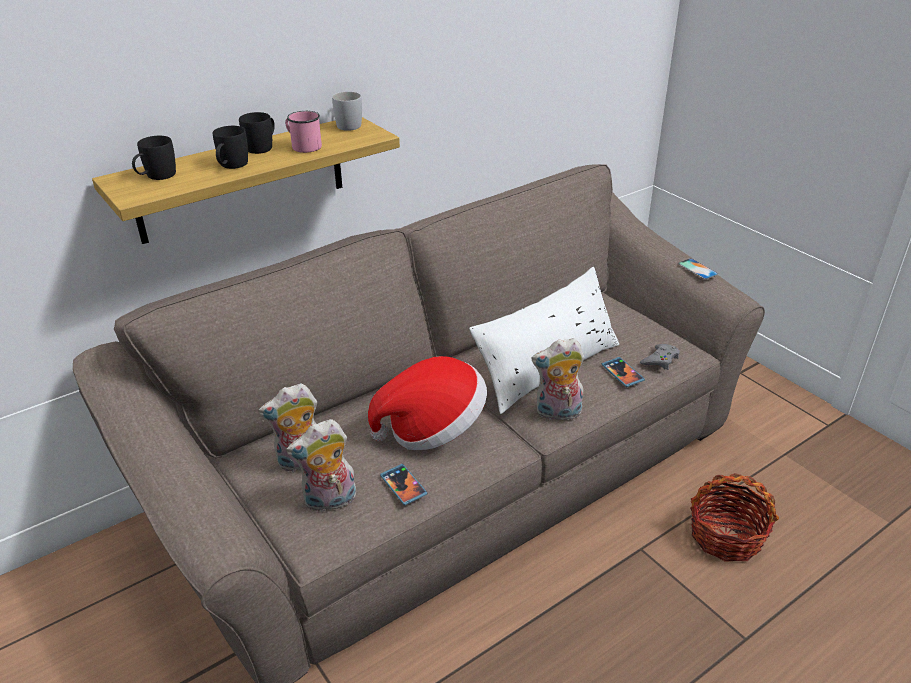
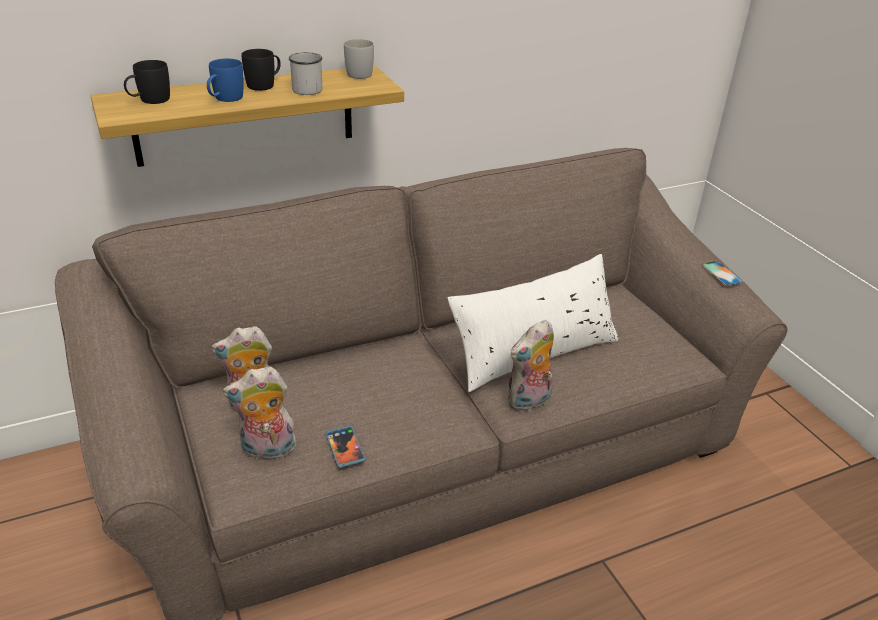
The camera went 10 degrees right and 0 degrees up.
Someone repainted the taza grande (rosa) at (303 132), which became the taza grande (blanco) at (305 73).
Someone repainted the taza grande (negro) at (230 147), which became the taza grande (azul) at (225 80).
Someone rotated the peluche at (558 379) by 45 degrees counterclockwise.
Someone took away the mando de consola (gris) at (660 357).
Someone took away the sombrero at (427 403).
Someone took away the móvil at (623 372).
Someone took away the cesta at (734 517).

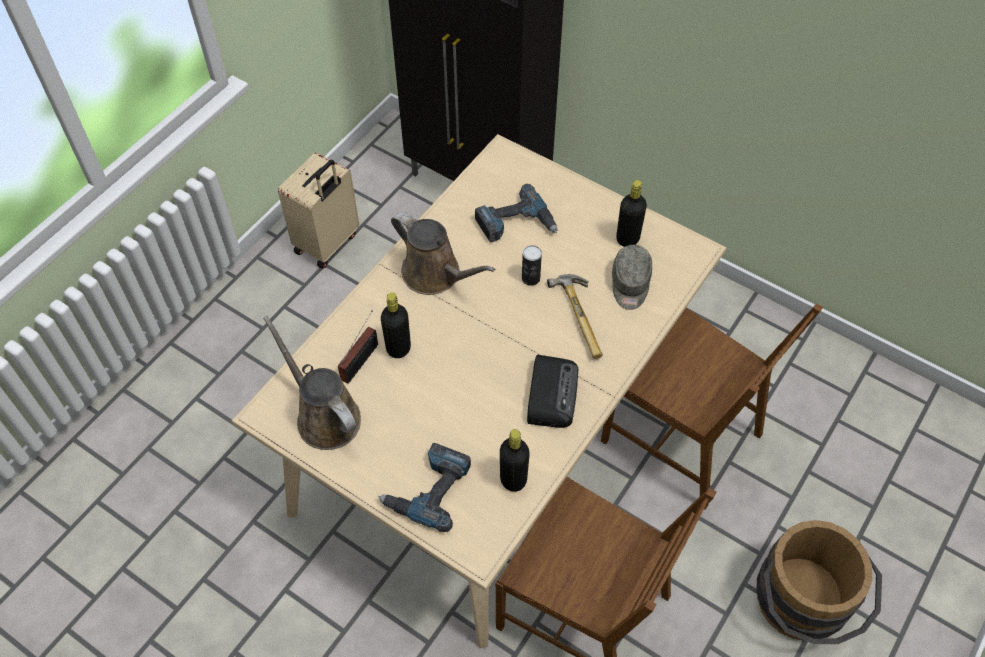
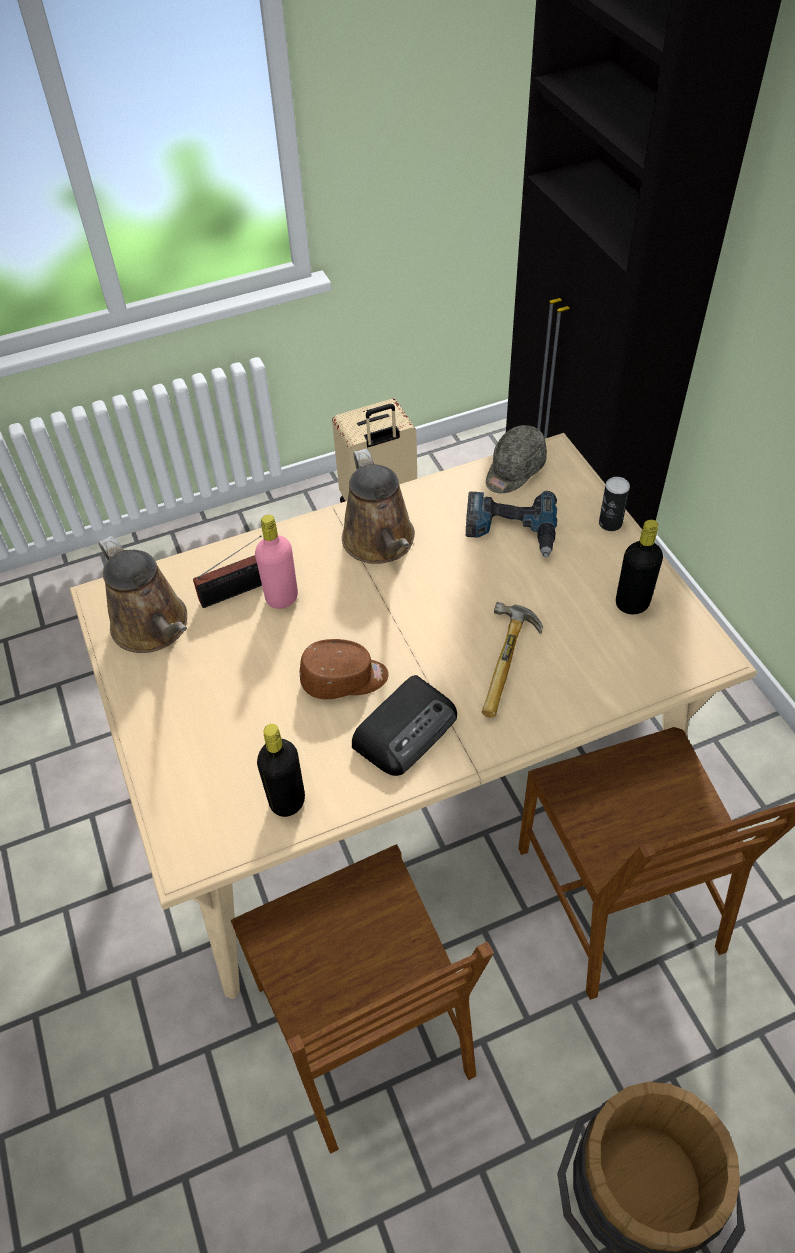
The camera went 35 degrees right and 5 degrees down.
Someone carried the lata from (532 265) to (614 504).
Someone carried the gorra (gris) from (632 277) to (516 459).
Someone repainted the botella (negro) at (396 325), which became the botella (rosa) at (276 562).
Someone rotated the regadera (marrón) at (312 383) by 150 degrees clockwise.
Someone took away the taladro at (424 487).
Someone put down the gorra (marrón) at (344 669).

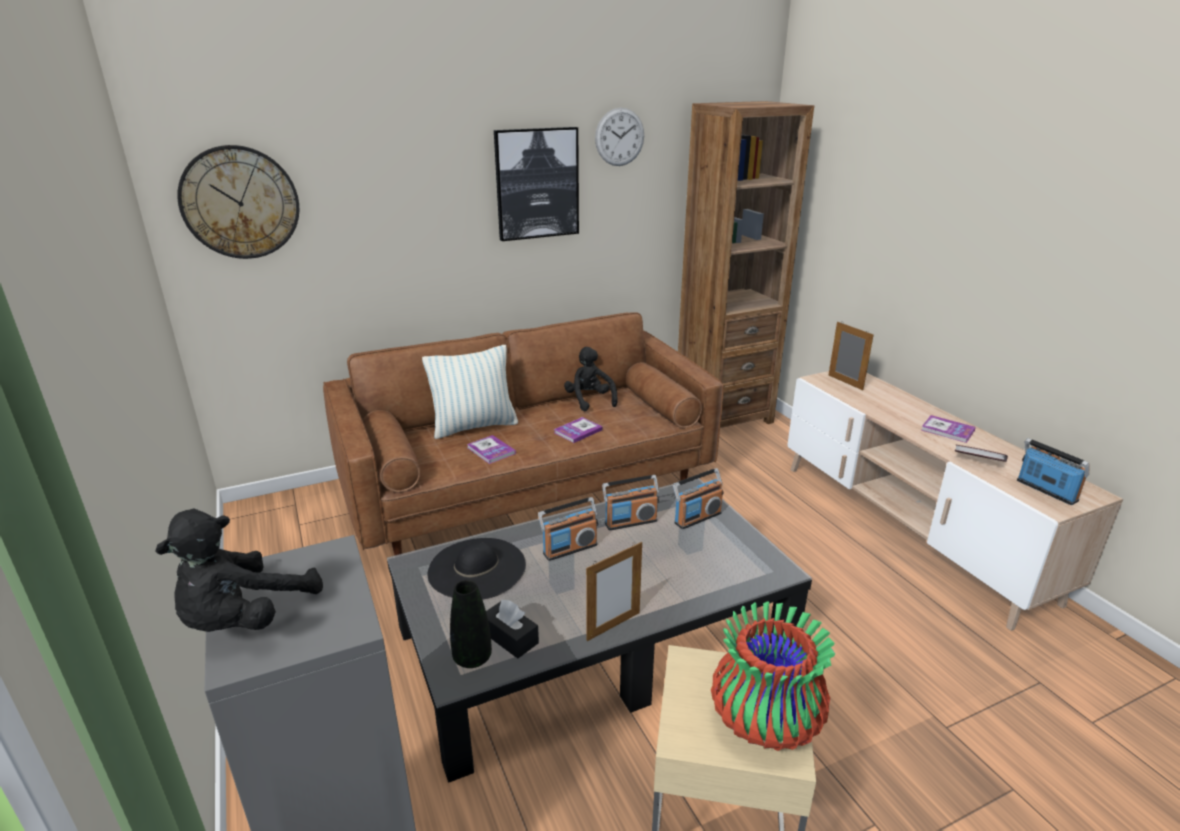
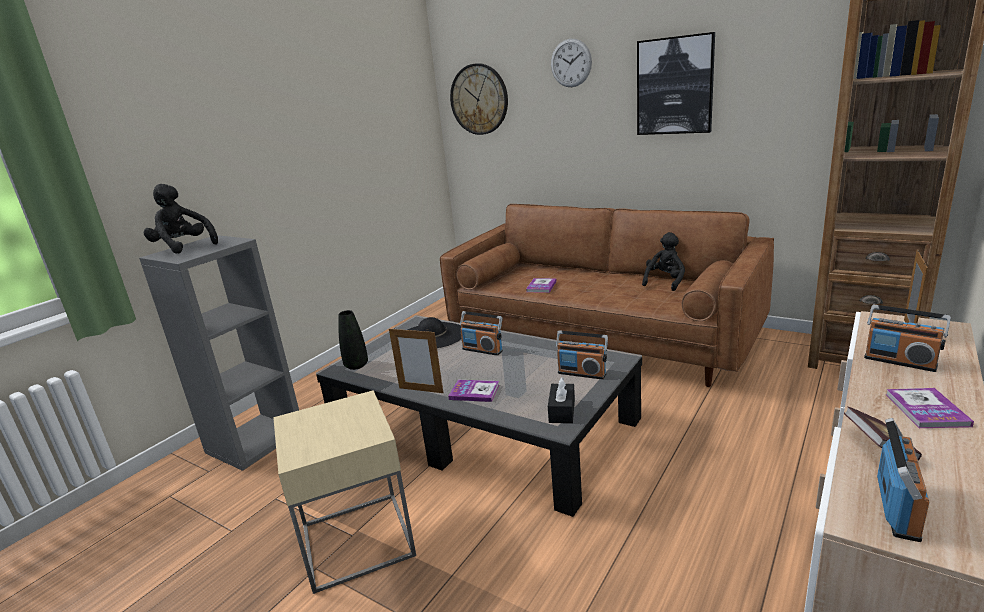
The camera went 60 degrees right and 5 degrees down.
Someone carried the reloj de pared from (619 136) to (571 63).
Someone took away the cojín at (470 392).
Someone carried the libro from (578 430) to (473 391).
Someone carried the radio from (630 503) to (907 338).
Someone rotated the peluche (negro) at (239 570) by 45 degrees clockwise.
Someone carried the caja de pañuelos (negro) from (512 629) to (561 400).
Someone took away the florero at (773 676).

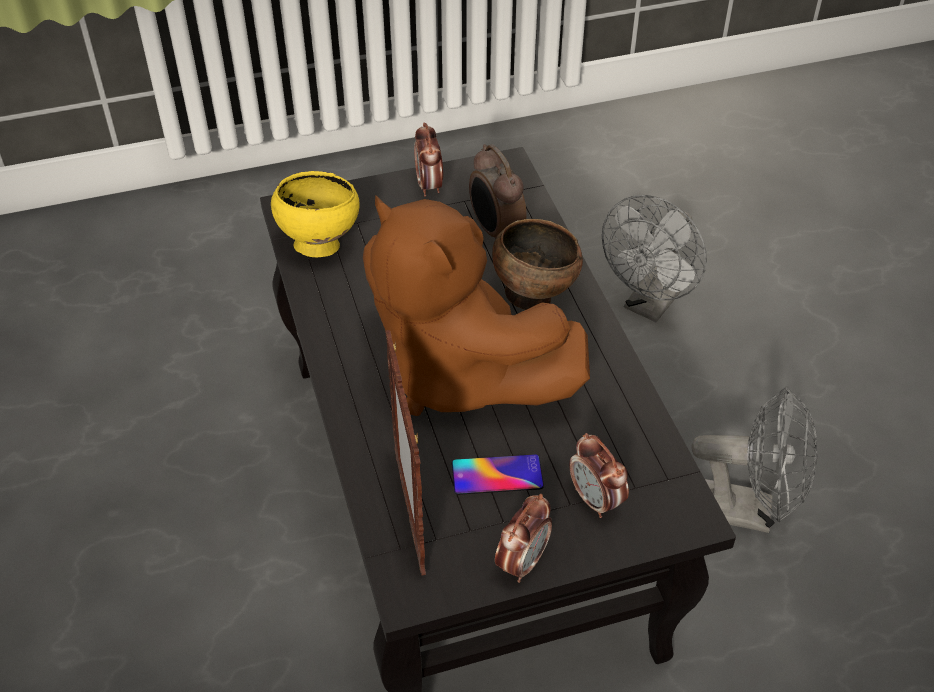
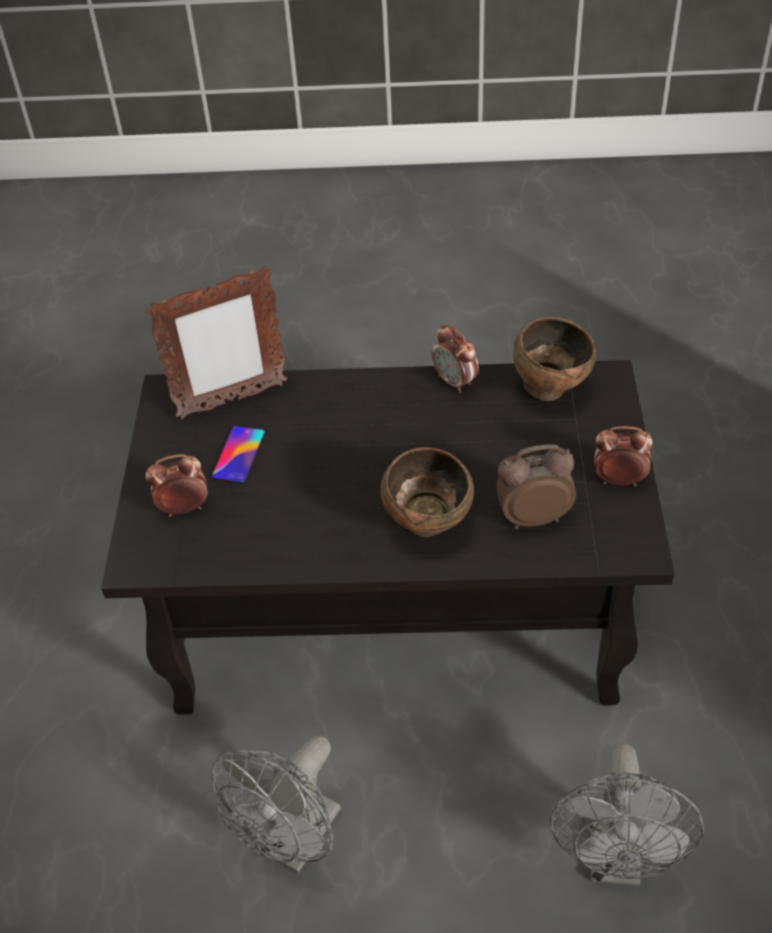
The camera went 110 degrees right and 0 degrees up.
Someone repainted the cuenco (amarillo) at (315 214), which became the cuenco (marrón) at (554 359).
Someone took away the peluche (marrón) at (476 305).
Someone rotated the ventilador (gris) at (654 258) by 135 degrees counterclockwise.
Someone rotated the portarretratos at (405 452) by 150 degrees clockwise.
Someone carried the despertador from (523 538) to (455 359).

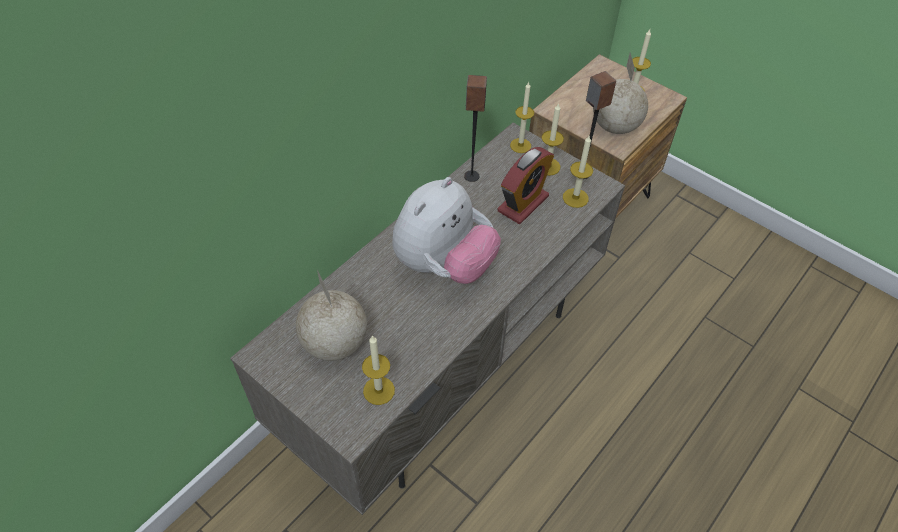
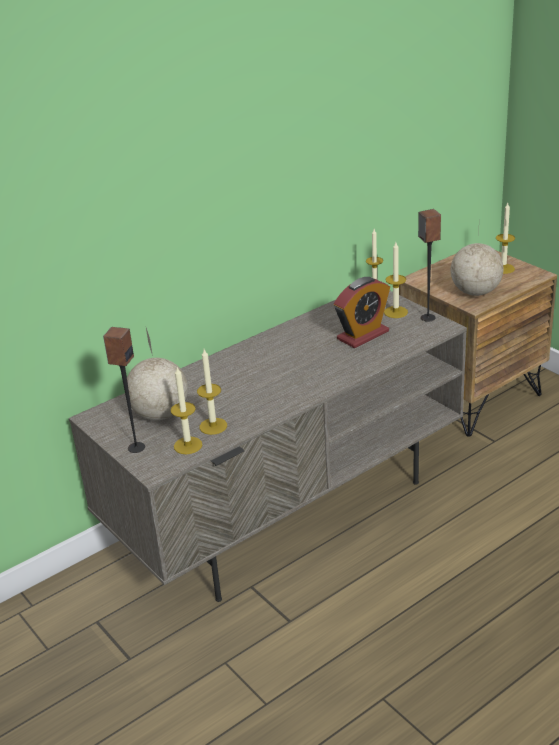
The camera went 15 degrees right and 20 degrees down.
Someone carried the altavoz from (475 128) to (124 390).
Someone carried the vela from (578 172) to (212 392).
Someone took away the peluche at (446 230).

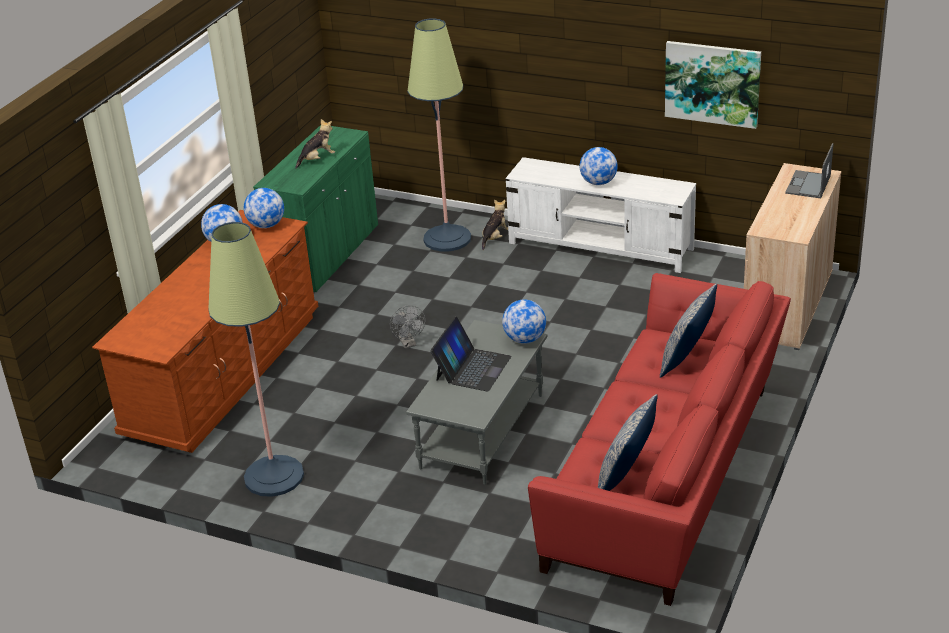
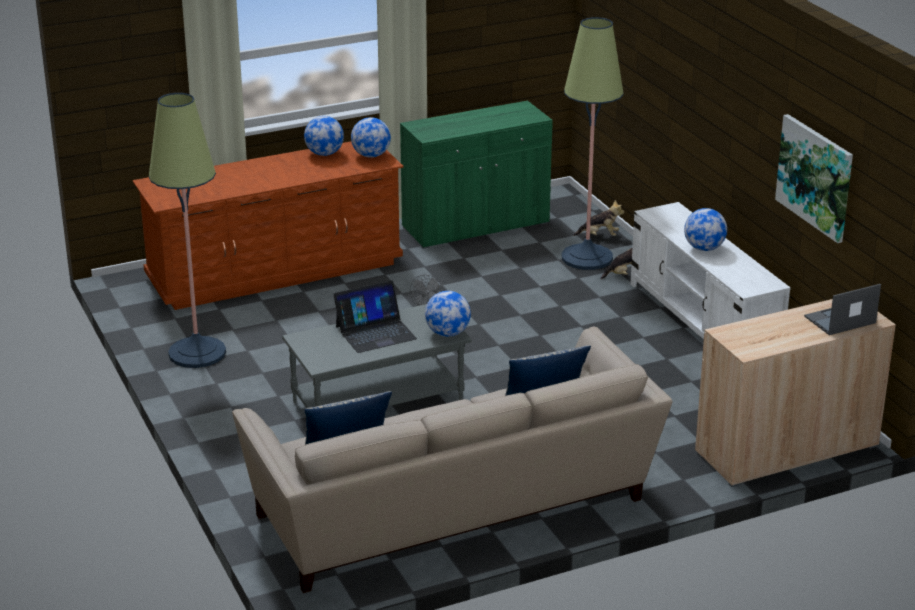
The camera went 40 degrees right and 5 degrees down.
Someone carried the peluche from (315 144) to (598 218).
Someone repainted the sofá (rojo) at (659 439), which became the sofá (beis) at (452 460).

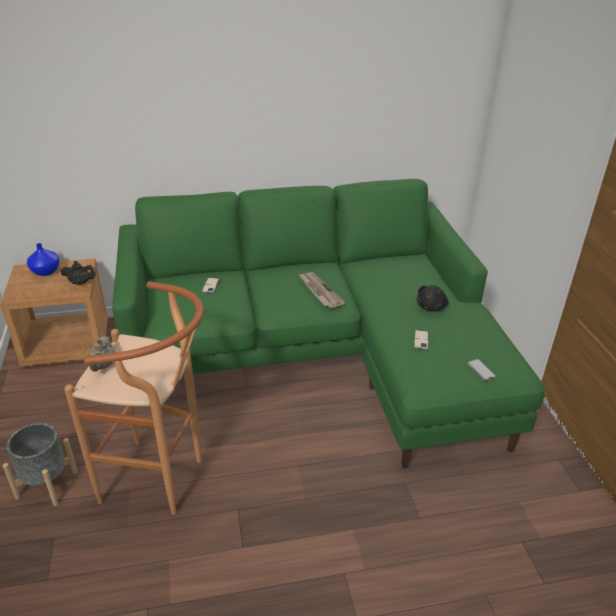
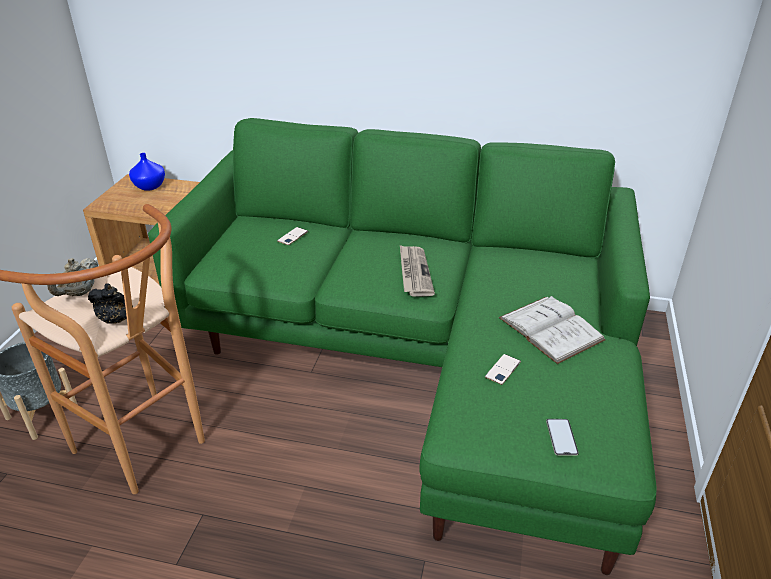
The camera went 25 degrees right and 0 degrees up.
Someone carried the tetera (negro) from (78 273) to (111 303).
Someone swapped the peluche (negro) at (432 298) for the libro (blanco) at (552 330).

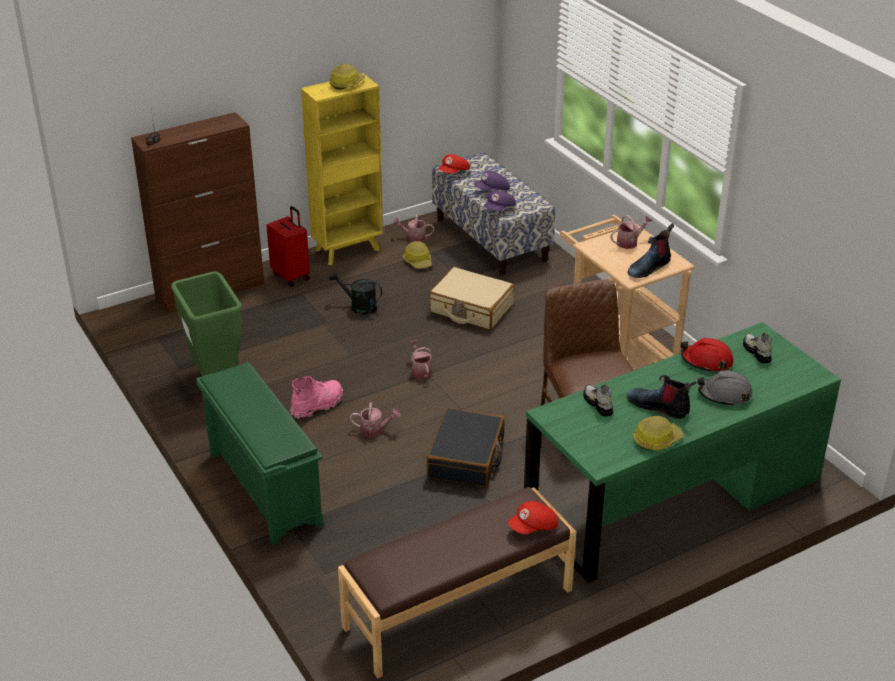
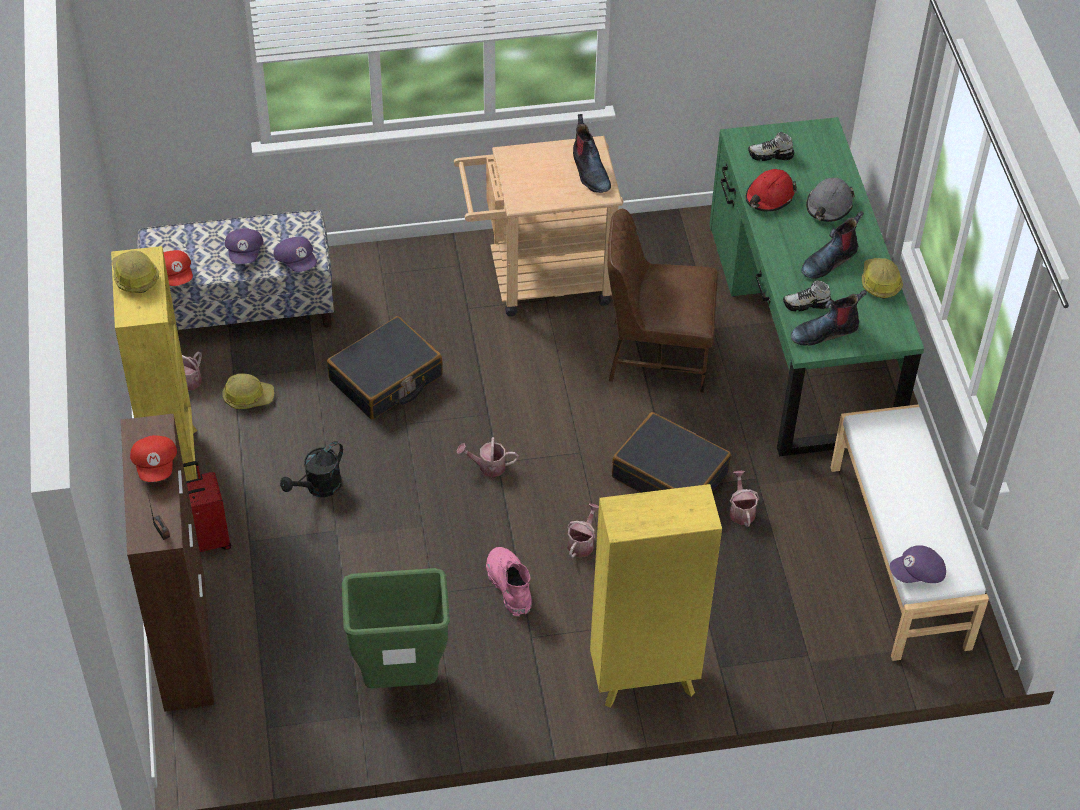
The camera went 70 degrees left and 15 degrees up.
Someone carried the regadera from (631 232) to (744 499).
Someone repainted the maleta (beis) at (471 298), which became the maleta (negro) at (385 367).
Someone swapped the zapatero (verde) at (259 453) for the estantería (amarillo) at (656 596).
Someone repainted the banco (marrón) at (457 582), which became the banco (blanco) at (910 532).
Someone carried the gorra (rojo) from (533 517) to (153 458).
Someone put down the bota at (829 317).
Someone put down the gorra (morado) at (918 564).

